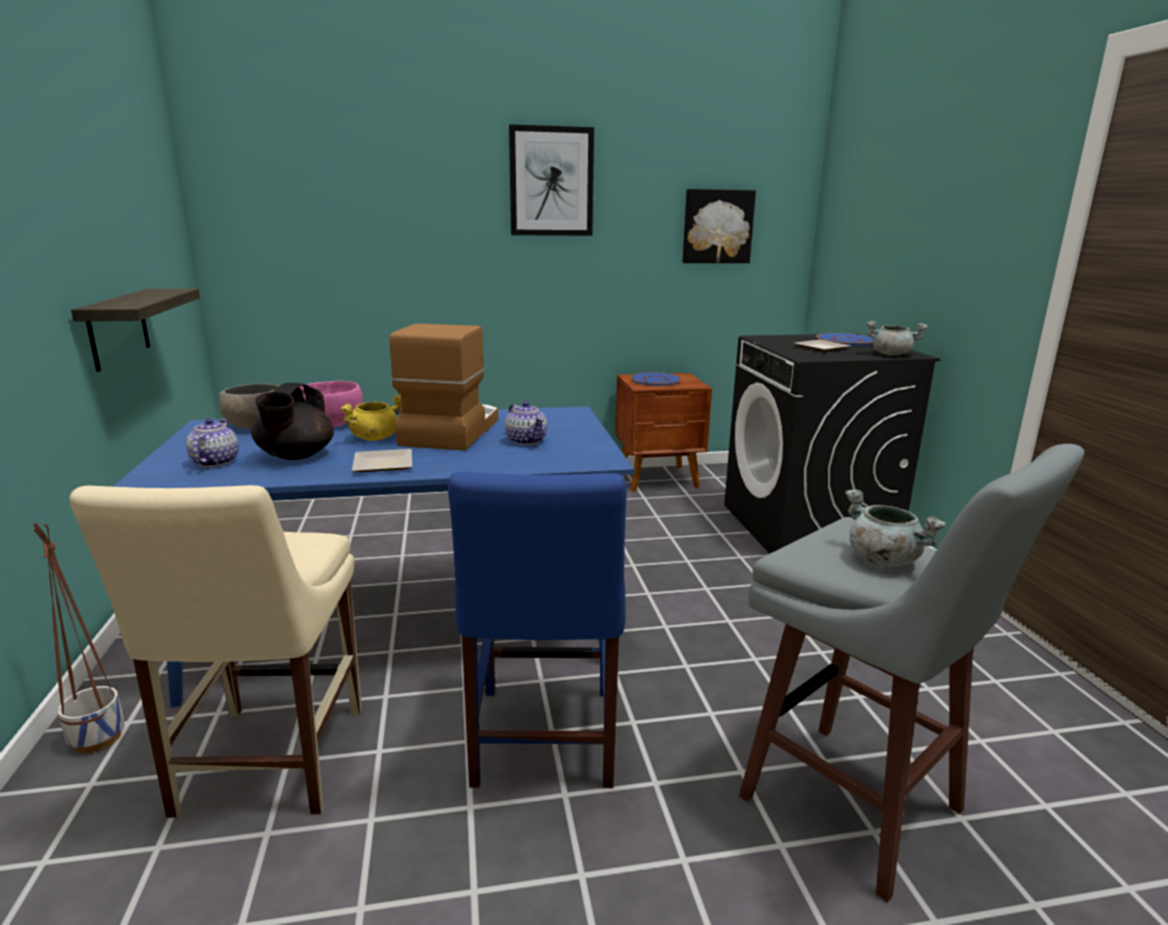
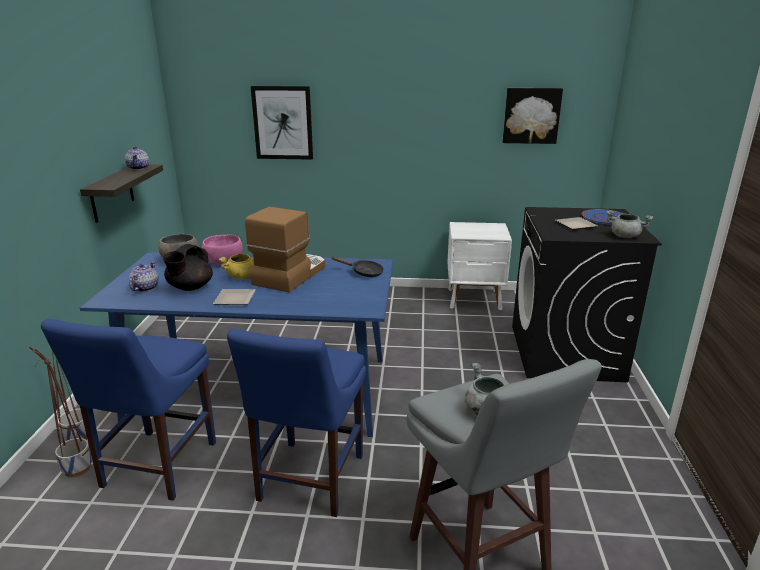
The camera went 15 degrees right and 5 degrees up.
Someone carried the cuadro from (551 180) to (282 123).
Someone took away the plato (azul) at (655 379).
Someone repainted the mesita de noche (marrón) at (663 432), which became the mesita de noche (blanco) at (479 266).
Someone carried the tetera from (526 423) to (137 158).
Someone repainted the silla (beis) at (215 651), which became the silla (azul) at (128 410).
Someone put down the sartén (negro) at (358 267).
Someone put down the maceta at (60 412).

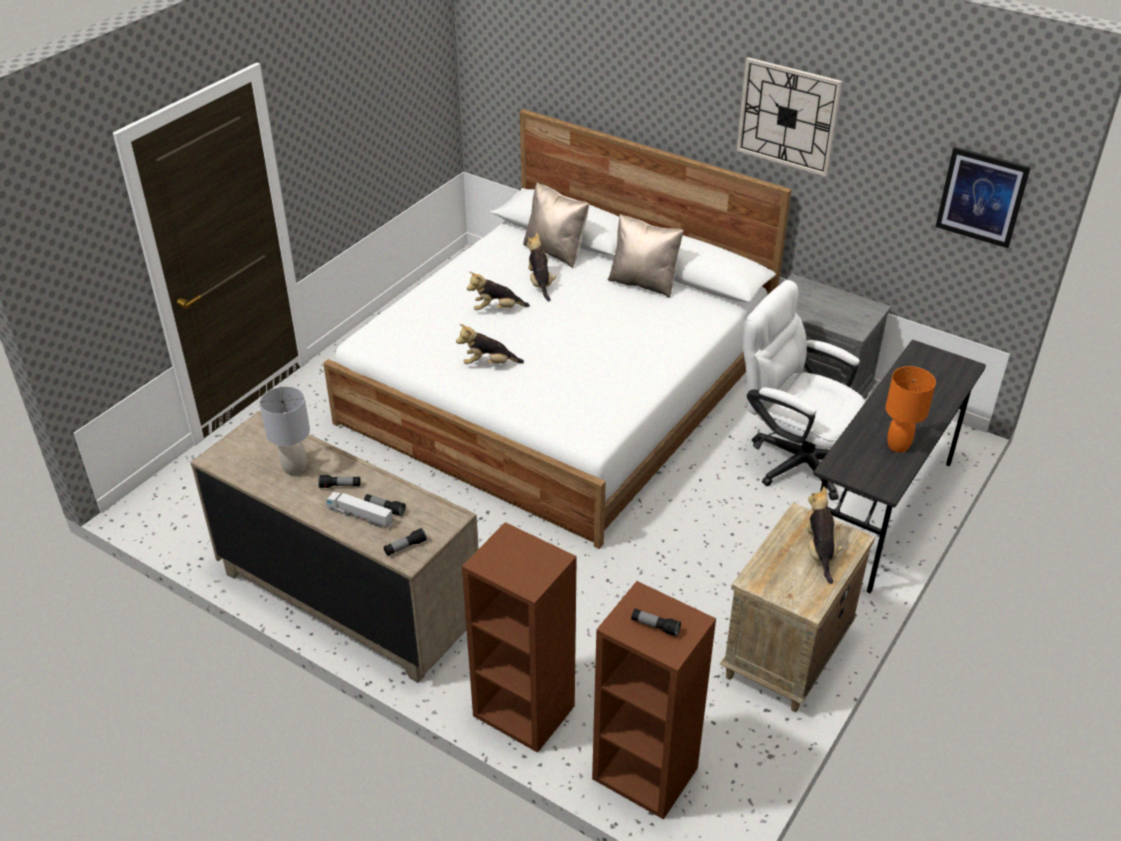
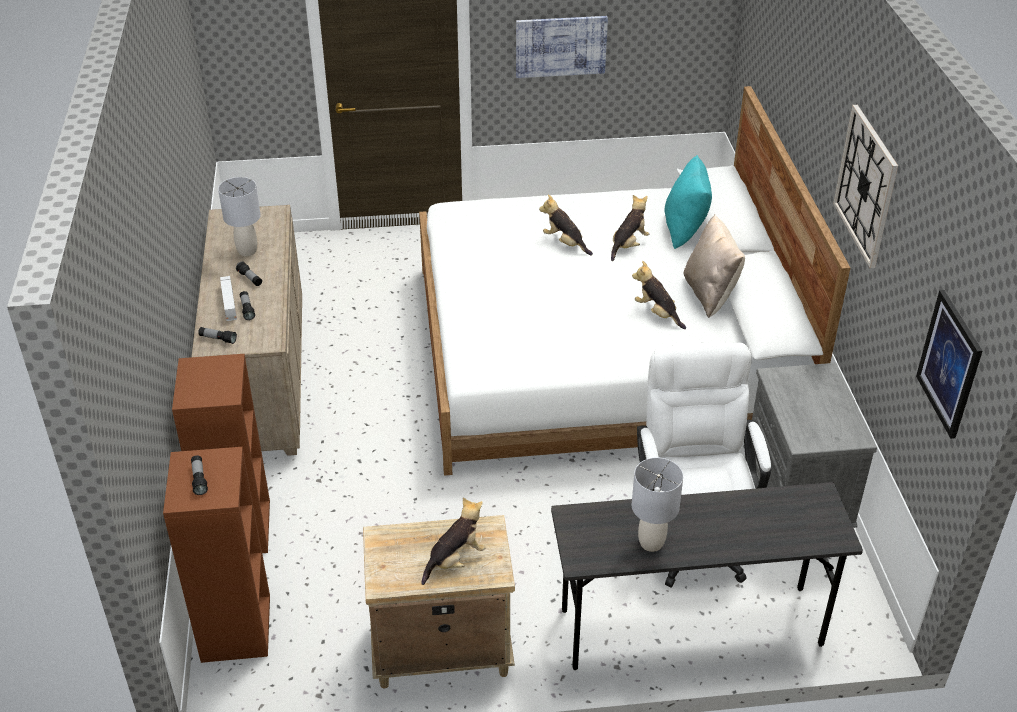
The camera went 50 degrees right and 0 degrees up.
Someone repainted the cojín (beis) at (556 225), which became the cojín (turquesa) at (688 202).
Someone carried the peluche from (490 344) to (659 295).
Someone repainted the lámpara de mesa (naranja) at (910 409), which became the lámpara de mesa (gris) at (657 504).
Someone put up the cuadro at (562 47).

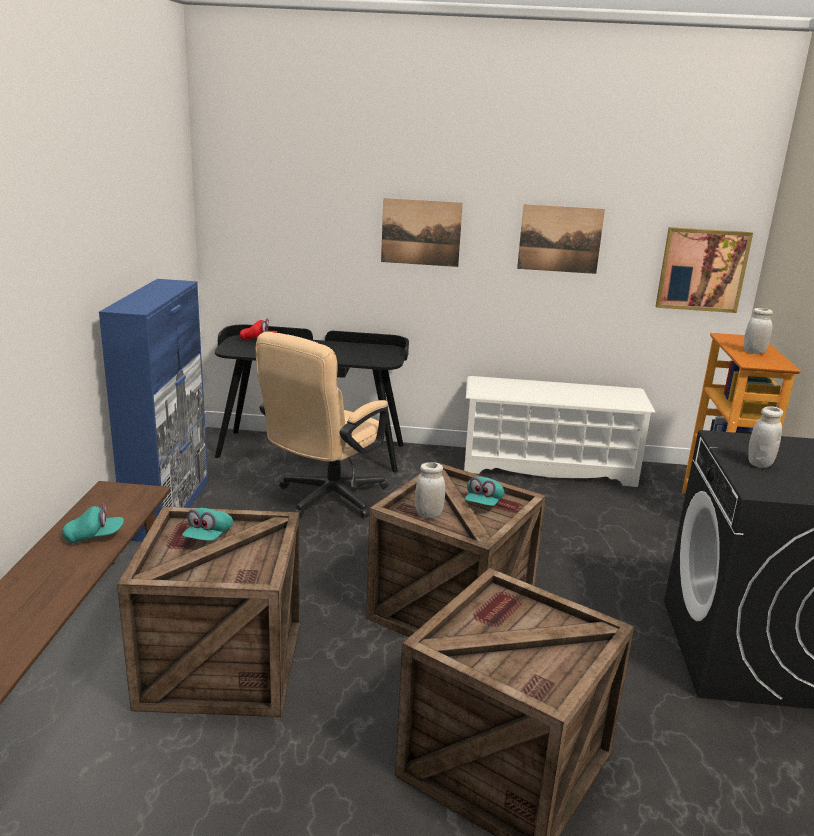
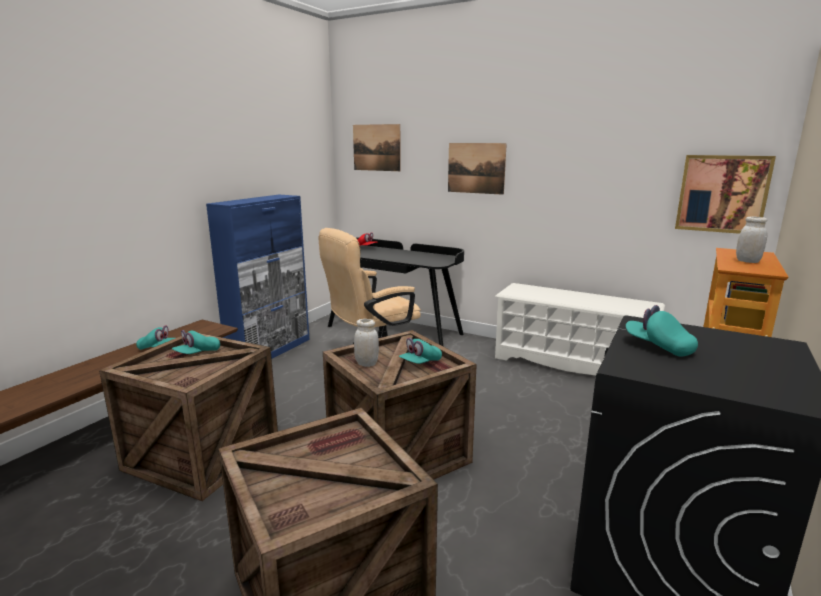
The camera went 25 degrees right and 5 degrees down.
Someone carried the cuadro from (561 239) to (377 147).
Someone swapped the tarro (blanco) at (765 437) for the gorra (turquesa) at (662 331).

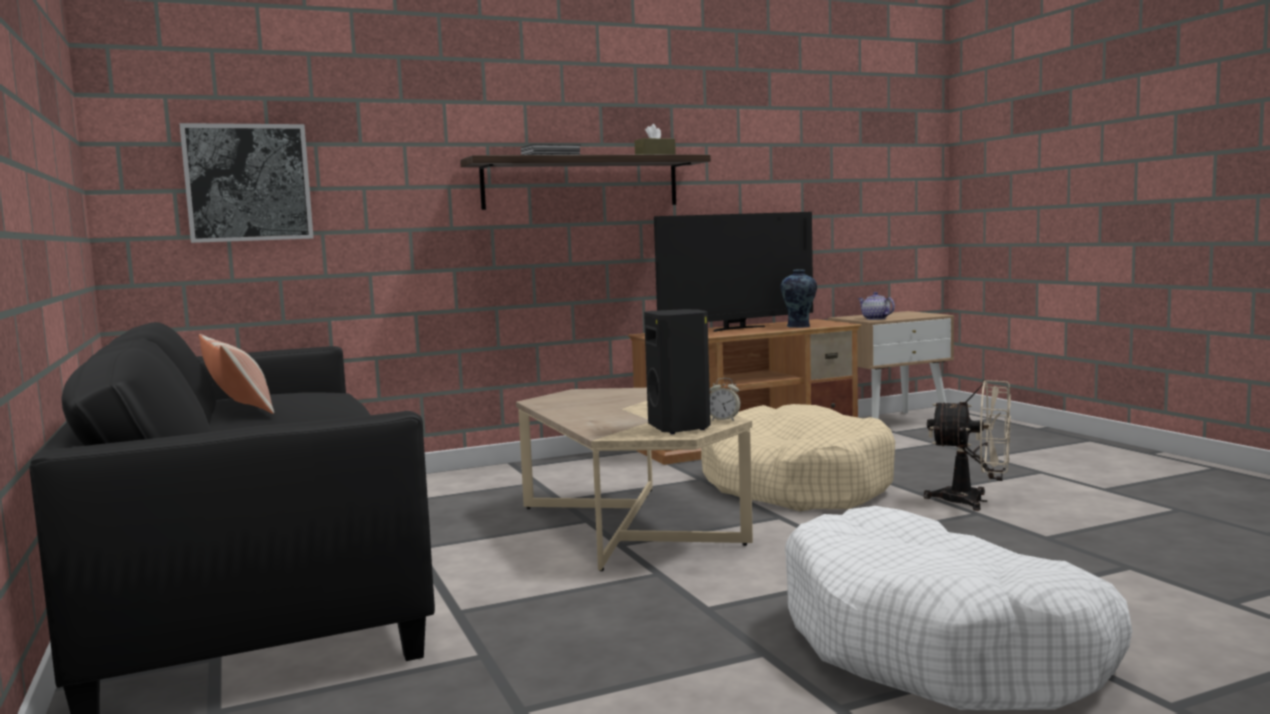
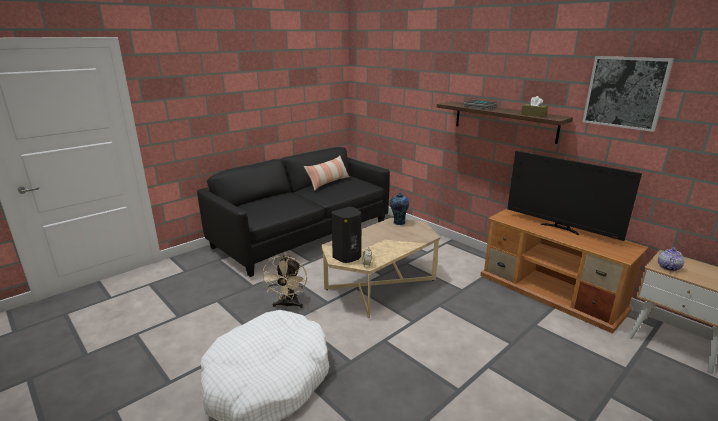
The camera went 70 degrees right and 15 degrees up.
Someone carried the cuadro from (246 183) to (628 94).
Someone carried the florero from (799 299) to (399 209).
Someone carried the ventilador (beis) from (967 445) to (284 282).
Someone took away the cama para perro (beis) at (798 457).

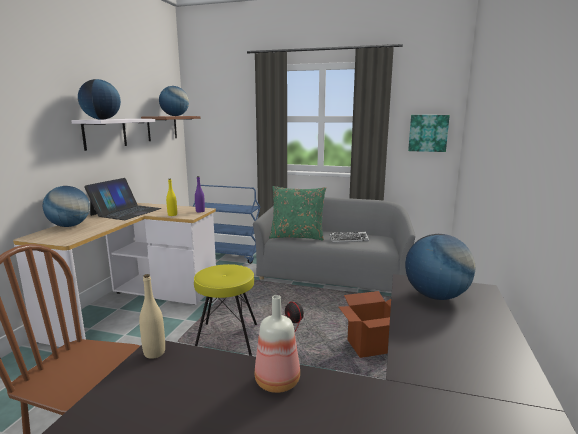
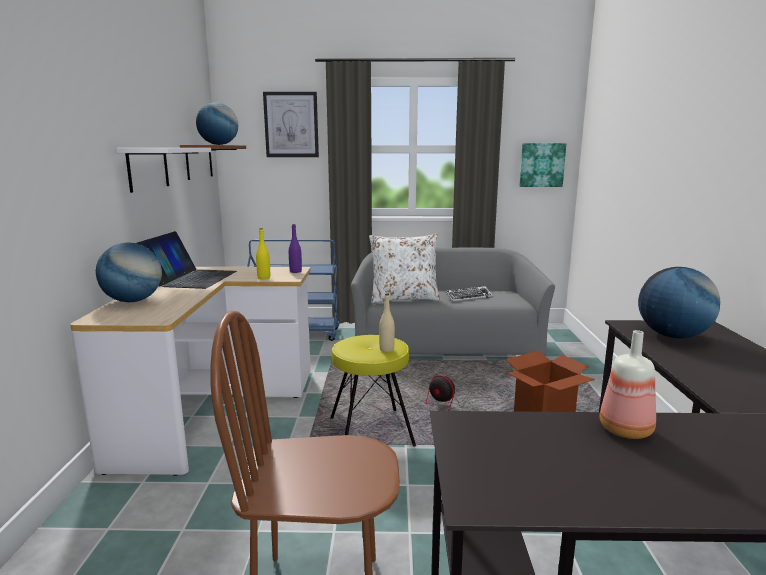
The camera went 15 degrees left and 0 degrees up.
Someone took away the globo terráqueo at (99 99).
Someone repainted the cojín (verde) at (297 213), which became the cojín (blanco) at (404 268).
Someone carried the botella (beis) from (152 316) to (387 322).
Someone put up the cuadro at (291 124).

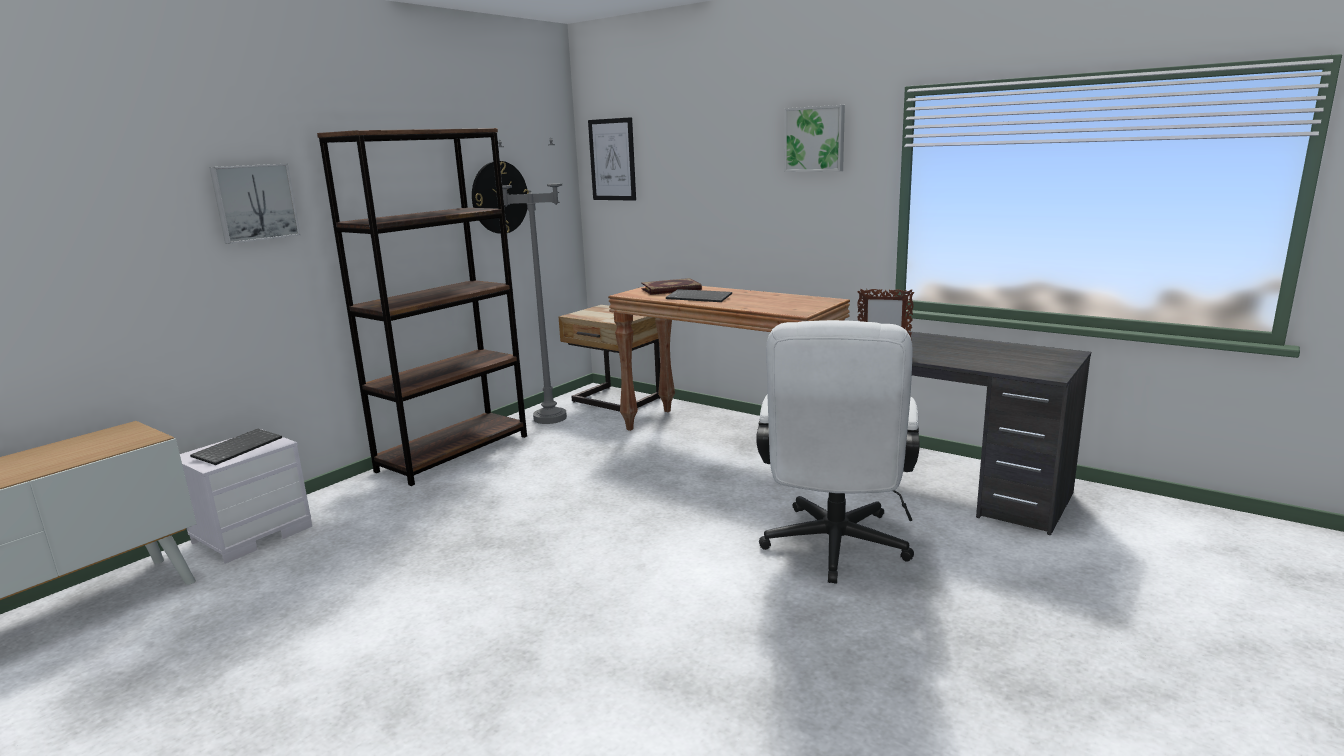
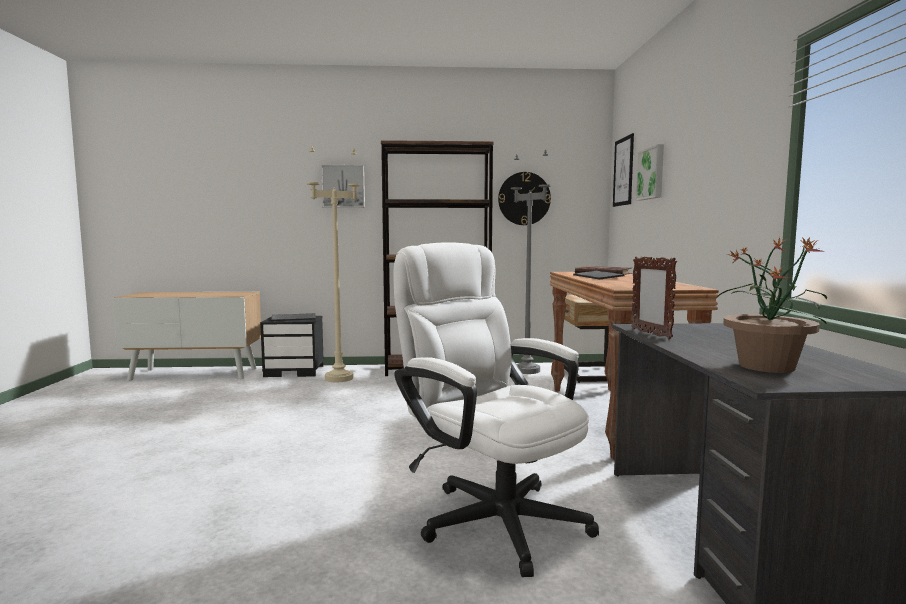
The camera went 50 degrees right and 10 degrees down.
Someone carried the cuadro from (814 138) to (649 172).
Someone rotated the silla de oficina (blanco) at (838 452) by 75 degrees clockwise.
Someone repainted the mesita de noche (blanco) at (246 496), which became the mesita de noche (negro) at (292 346).
Someone put down the lámpara de pie (beis) at (333 264).
Someone put down the planta en maceta at (771 305).

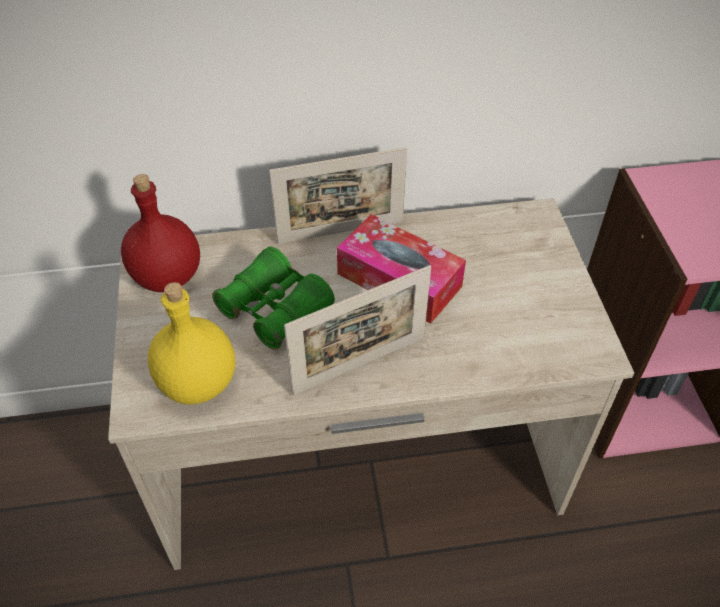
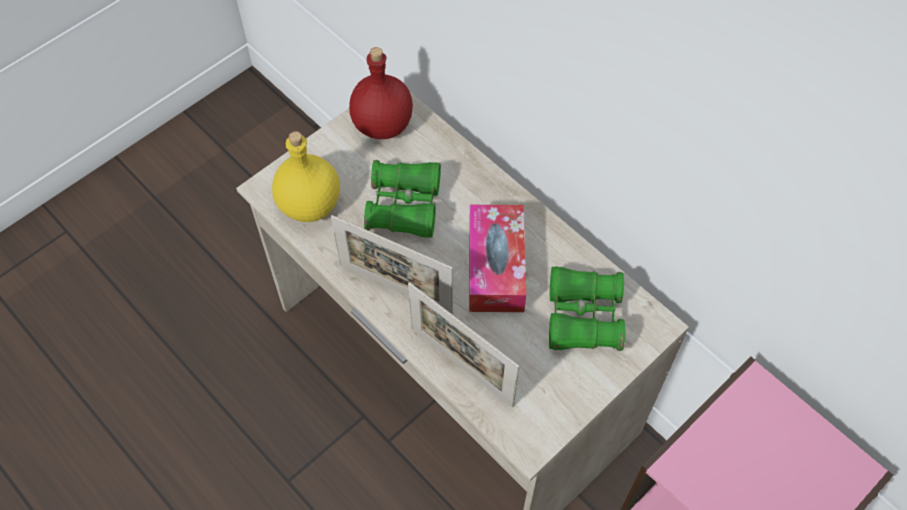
The camera went 55 degrees right and 10 degrees up.
Someone carried the portarretratos from (338 195) to (463 344).
Someone put down the prismáticos (verde) at (587 308).

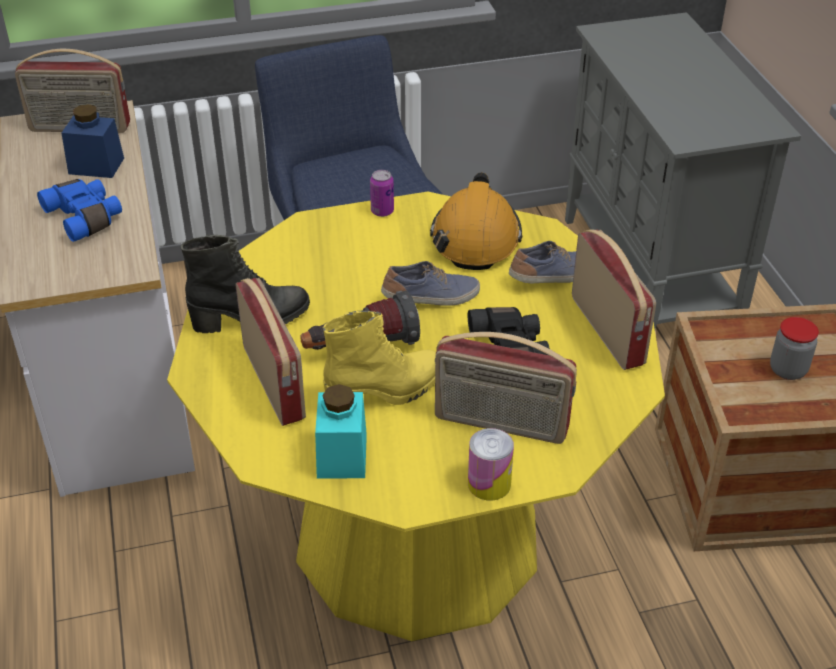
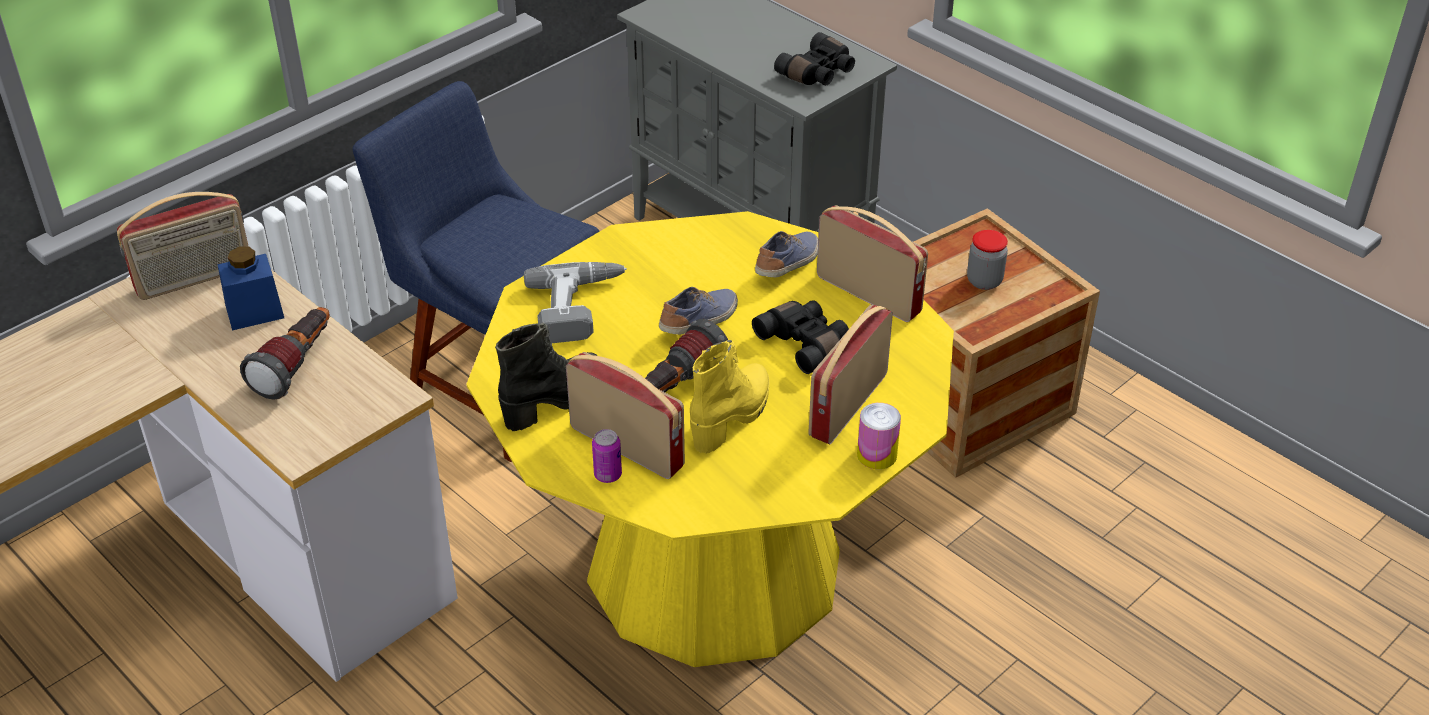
The camera went 30 degrees left and 0 degrees up.
Someone carried the lata from (382 193) to (607 456).
Someone took away the casco (naranja) at (476 221).
Someone swapped the prismáticos (azul) at (79 210) for the linterna at (285 353).
Someone rotated the radio at (506 388) by 135 degrees clockwise.
Someone took away the tarro (turquesa) at (341 431).
Someone put down the prismáticos (negro) at (814 58).
Someone put down the taladro at (575 302).

